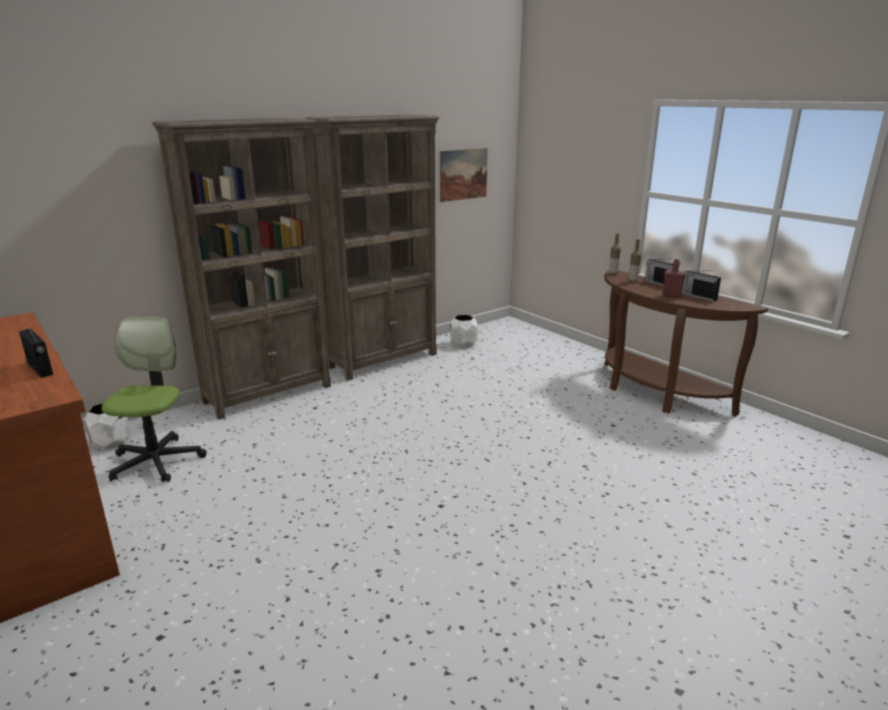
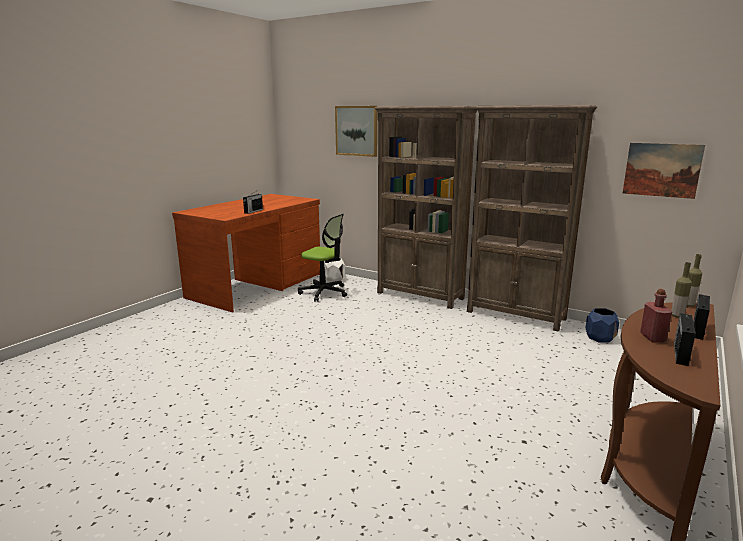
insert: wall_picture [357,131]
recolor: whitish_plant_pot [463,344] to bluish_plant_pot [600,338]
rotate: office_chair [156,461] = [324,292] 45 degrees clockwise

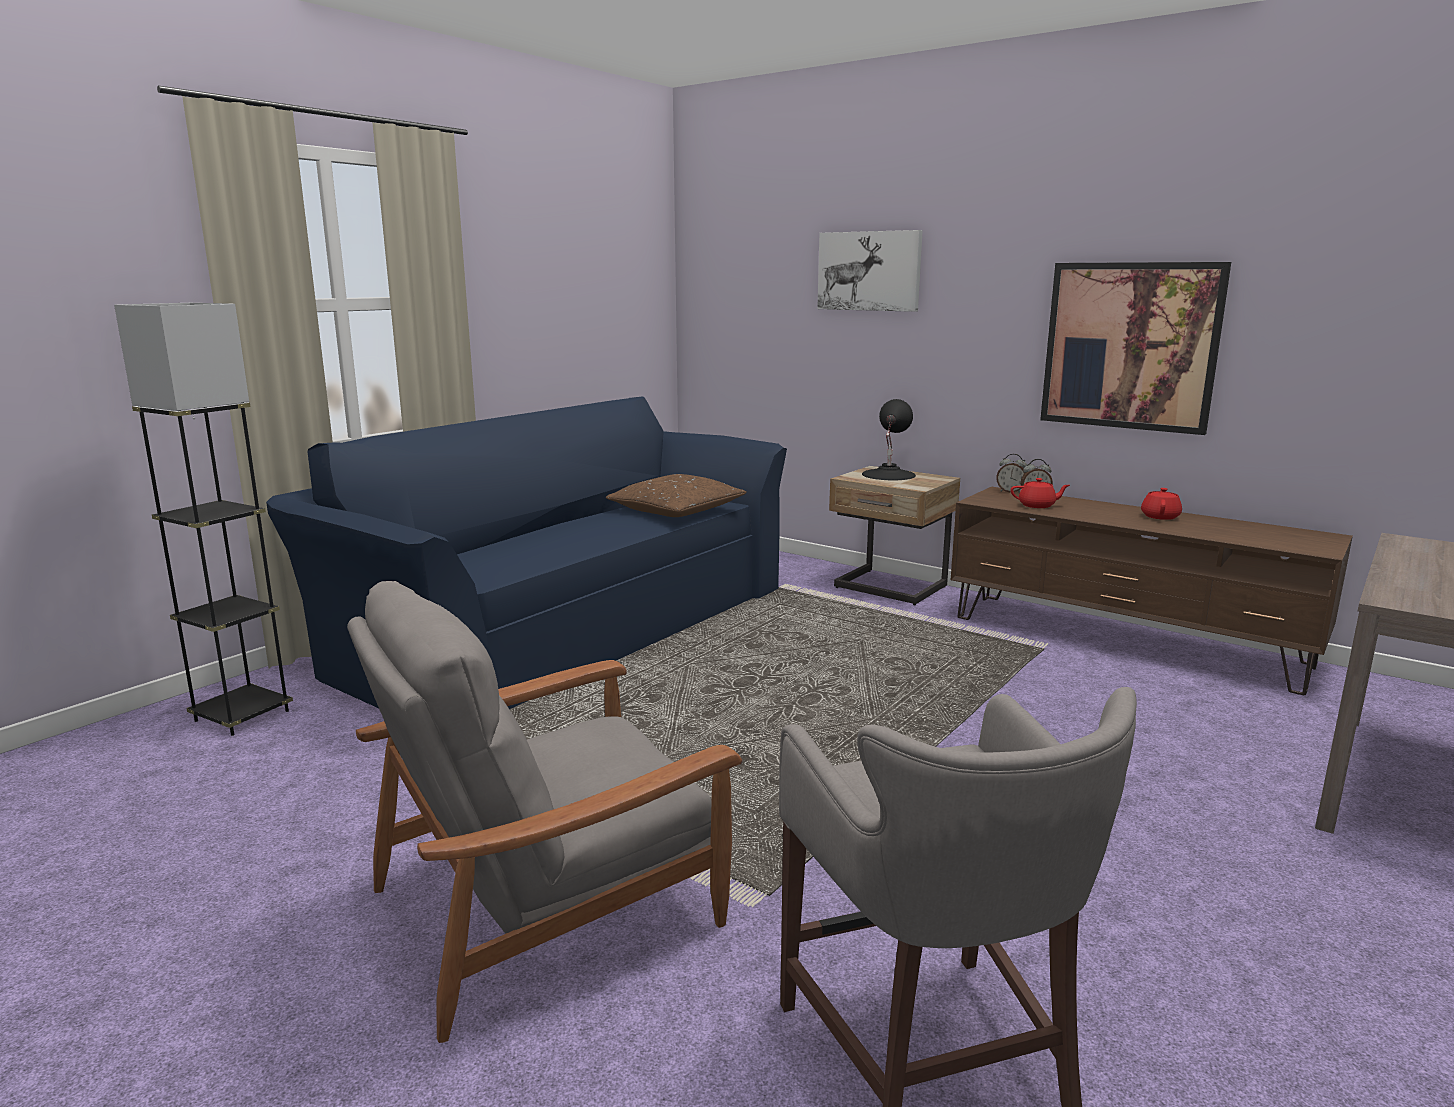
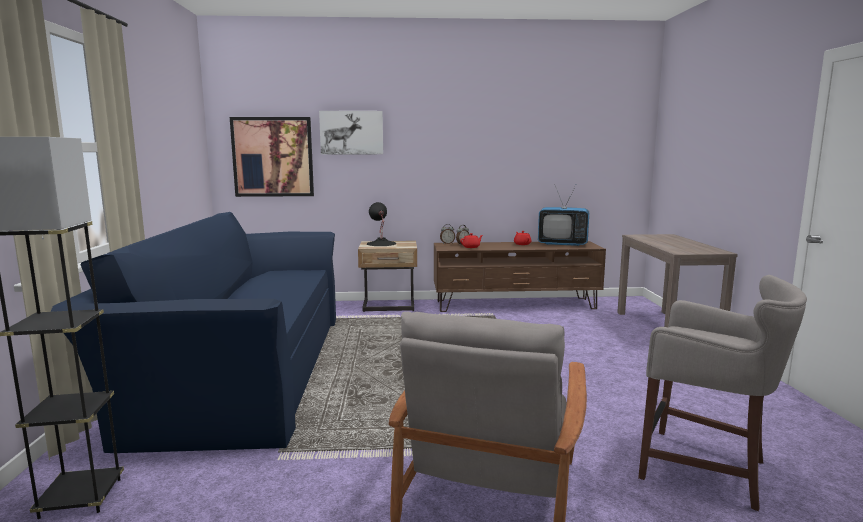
delete: brown_cushion [676,510]
insert: TV_set [562,244]
move: wall_picture [1130,346] to [273,157]

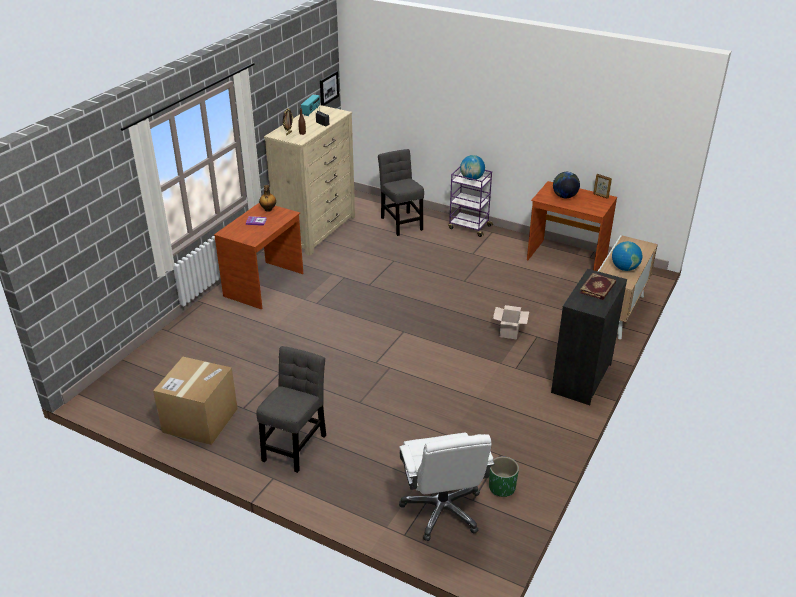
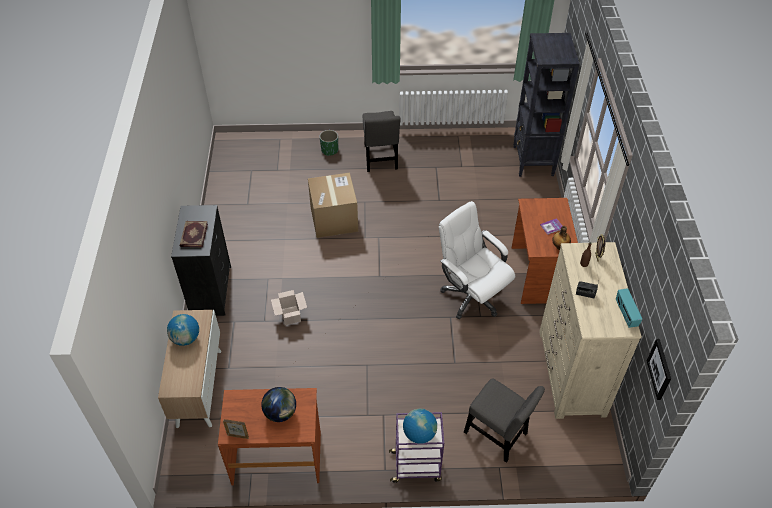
insert: black-coloured_shelving_unit [533,161]
move: packing_box [200,420] to [334,219]; whitish_office_chair [442,510] to [471,296]; green_plant_pot [502,487] to [329,150]

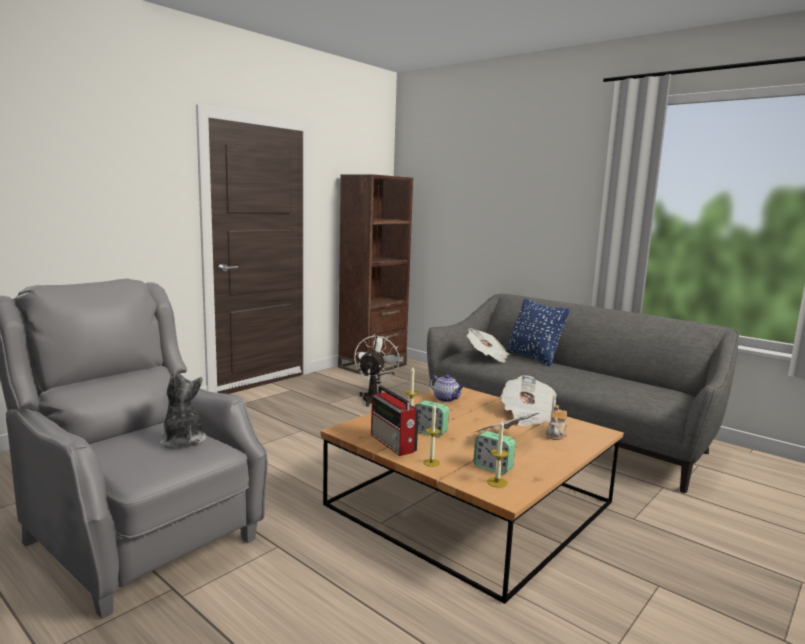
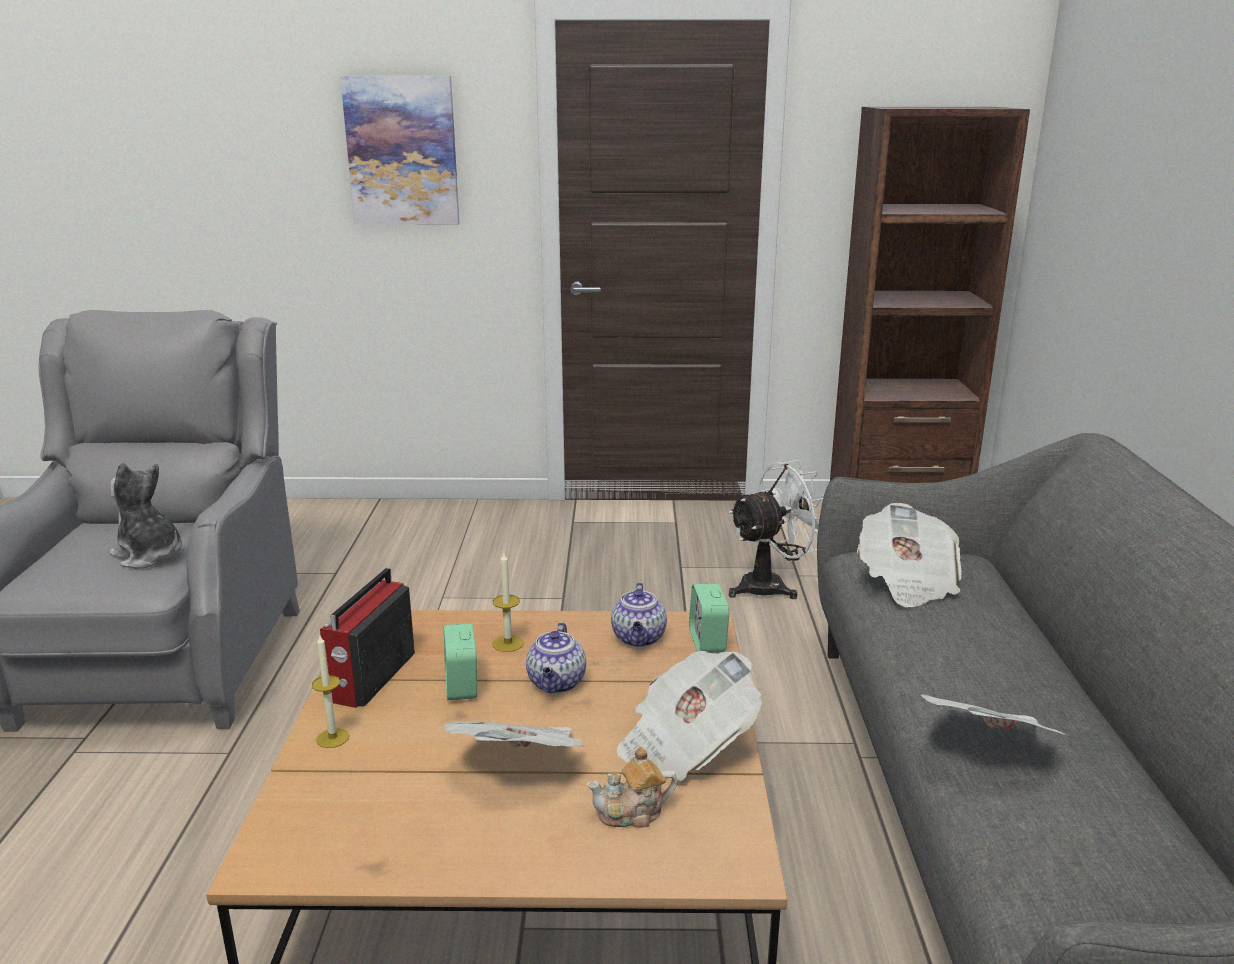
delete: candle [497,482]; bluish_cushion [533,358]
insert: wall_picture [402,151]; tea_pot [557,683]; daily_paper [991,746]
move: table_clock [493,467] to [707,641]
rotate: plush_toy [182,440] = [150,555] 75 degrees counterclockwise

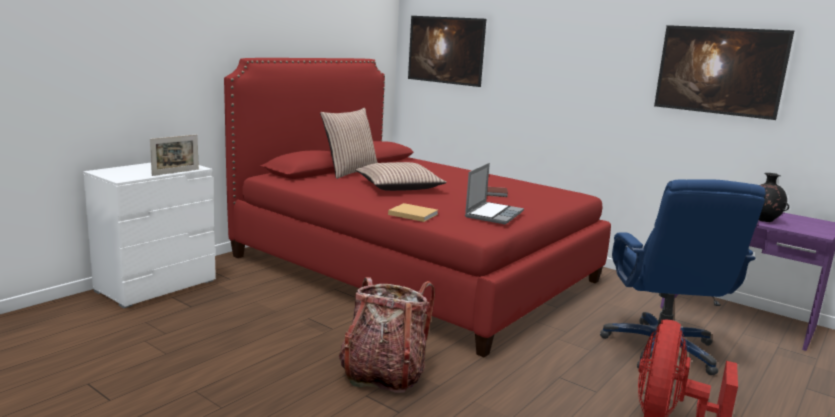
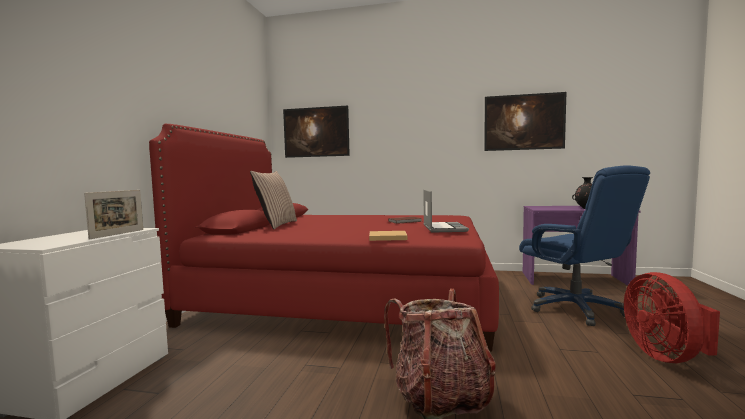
delete: cushion [399,187]

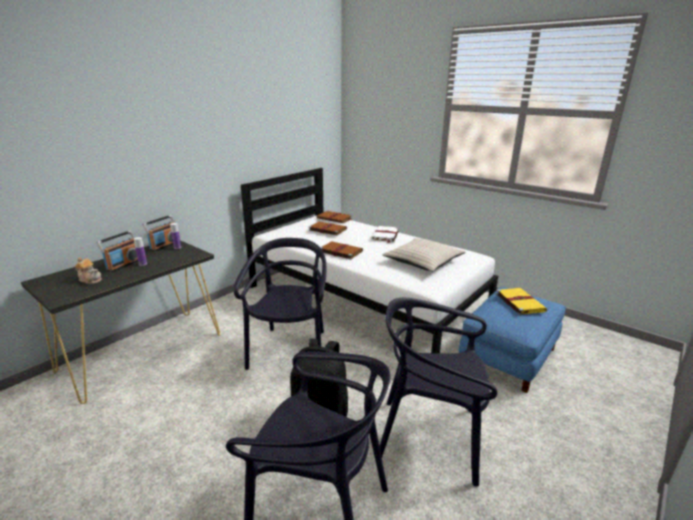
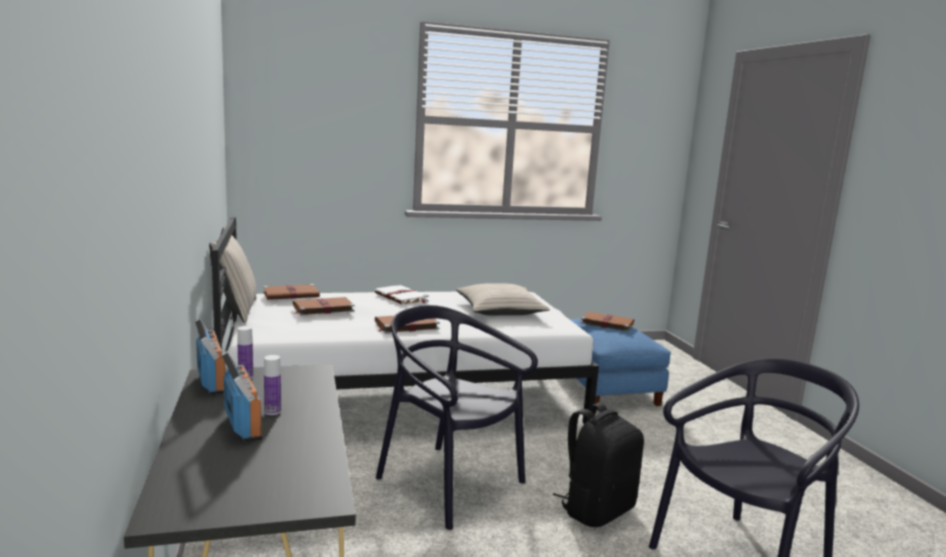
delete: tea_pot [90,279]; black-coloured_plain_chair [430,436]
insert: sand-coloured_cushion [235,311]
recolor: yellow-coloured_volume [519,302] to brown_volume [606,323]

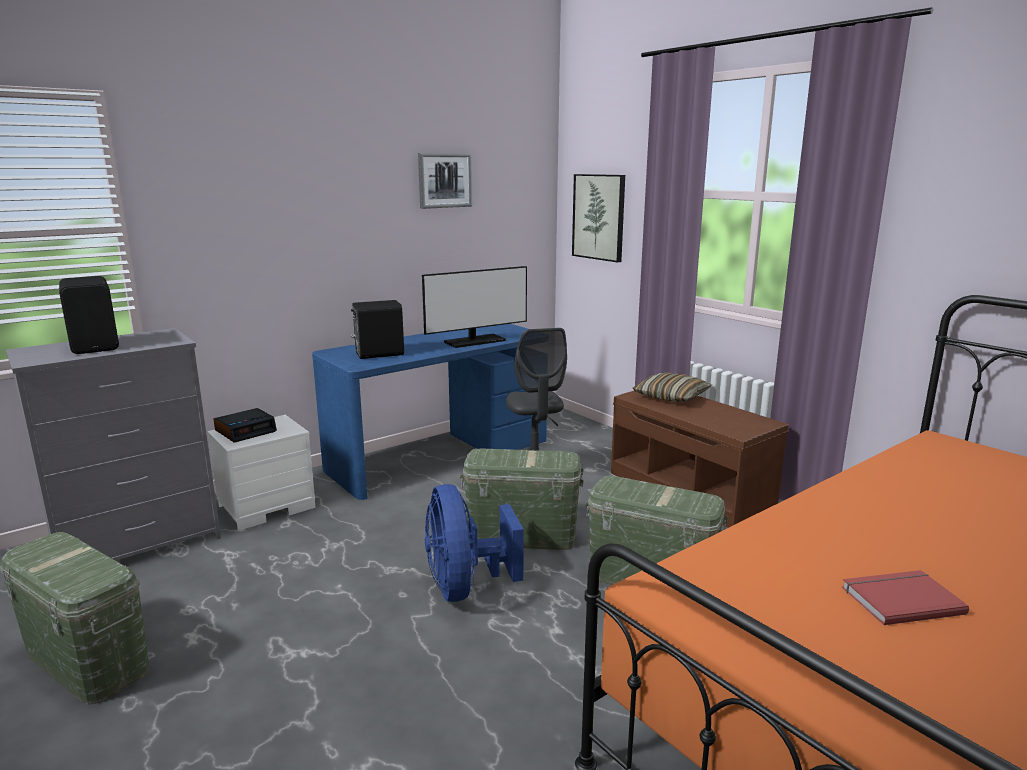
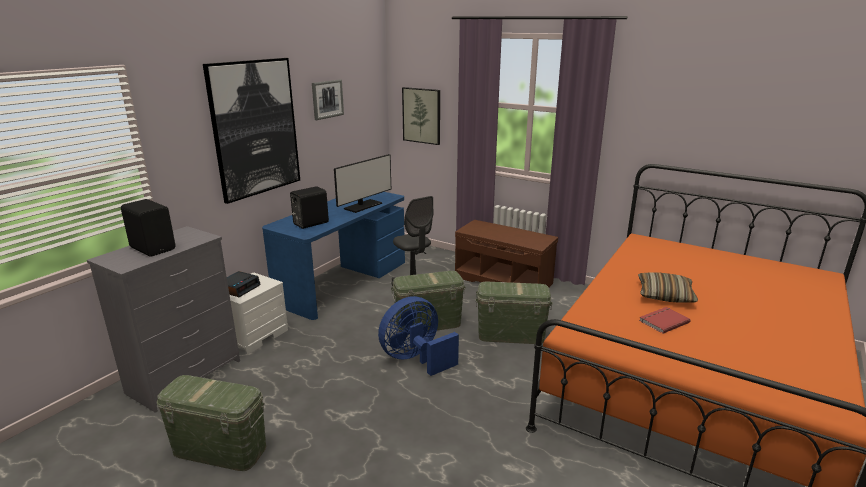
insert: wall_picture [255,128]
move: cushion [671,397] to [665,295]
rotate: bluish_cooling_fan [465,587] = [416,359] 90 degrees clockwise

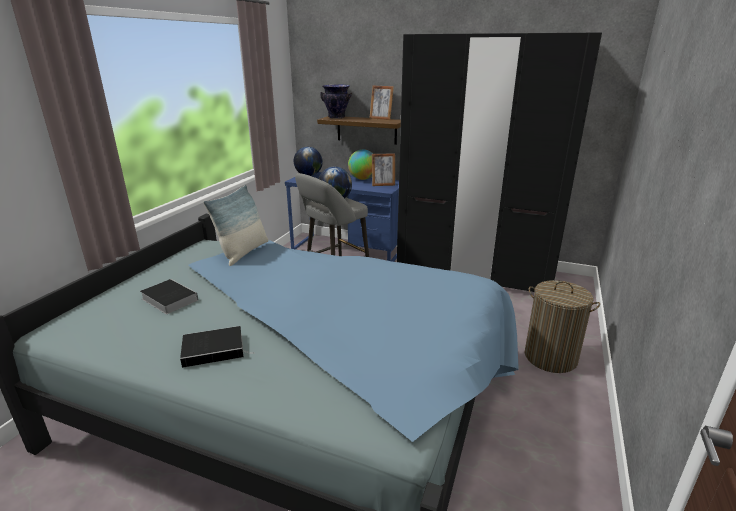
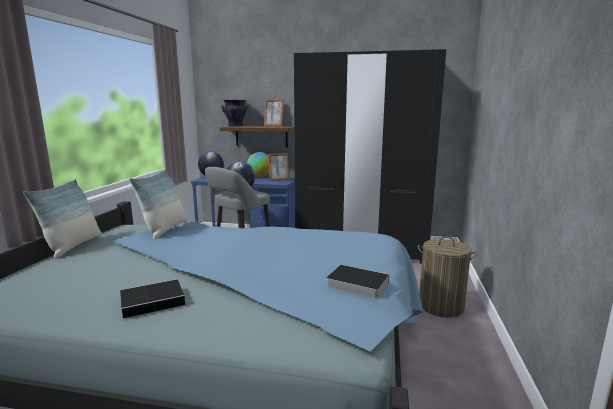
insert: cushion [73,246]
move: volume [168,299] to [355,284]

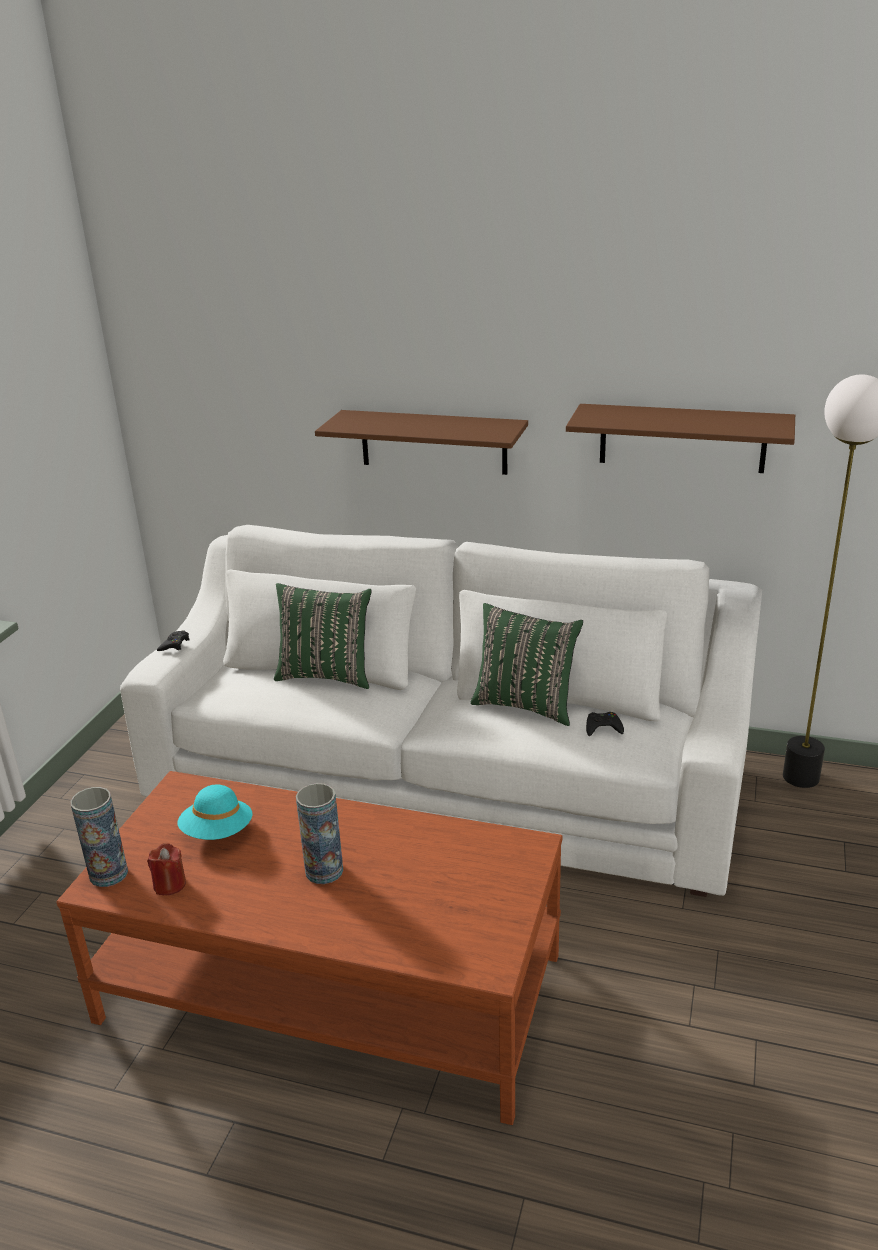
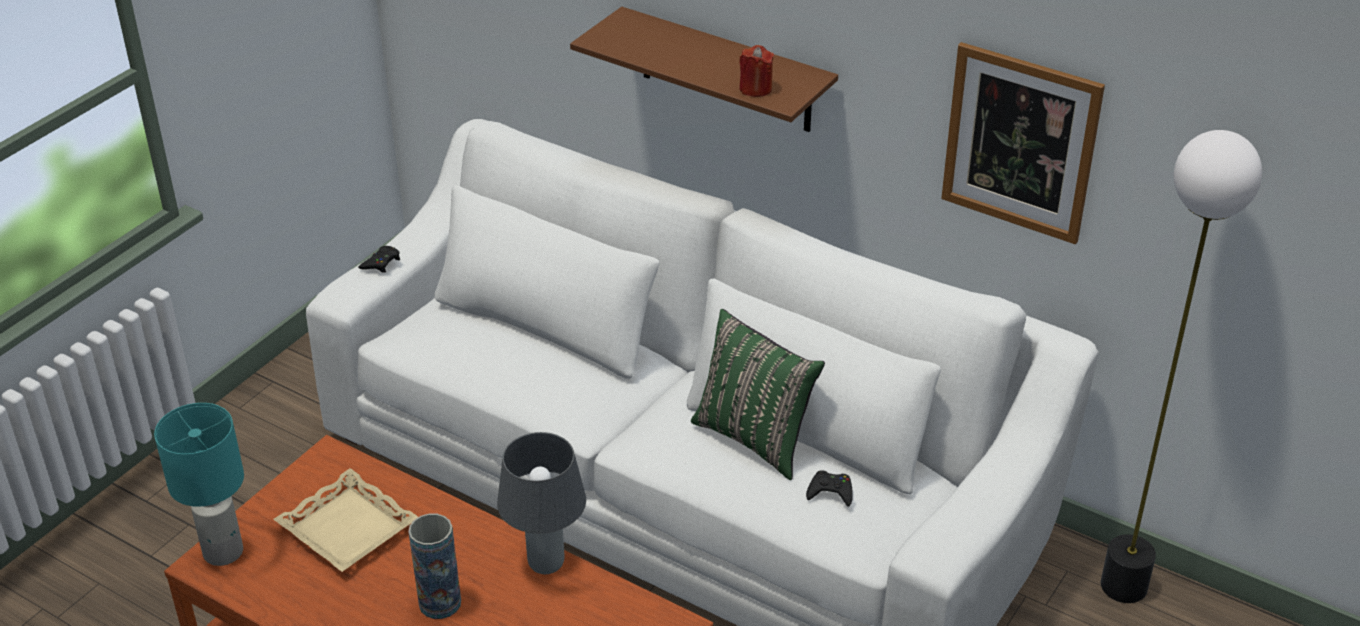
delete: green_cushion [326,675]
insert: gray_tabletop_lamp [547,563]
move: reddish_candle [169,884] to [755,89]
replace: vase [108,874] to turquoise_tabletop_lamp [223,551]; turquoise_hat [218,832] to sand-coloured_serving_tray [348,528]; brown_shelf [682,438] to wall_picture [1020,143]

